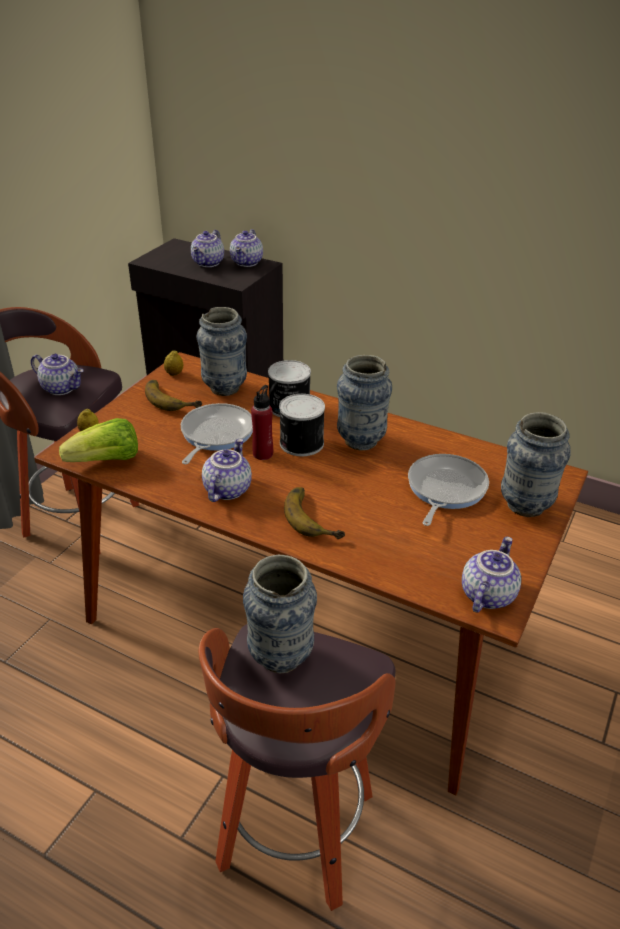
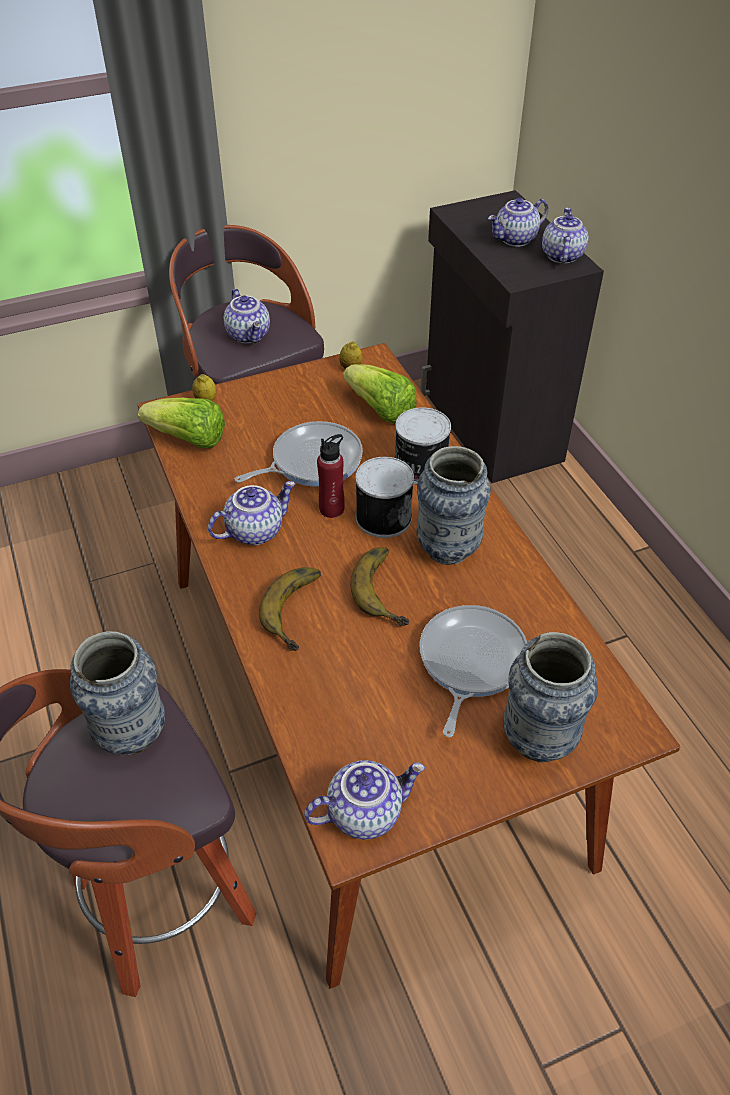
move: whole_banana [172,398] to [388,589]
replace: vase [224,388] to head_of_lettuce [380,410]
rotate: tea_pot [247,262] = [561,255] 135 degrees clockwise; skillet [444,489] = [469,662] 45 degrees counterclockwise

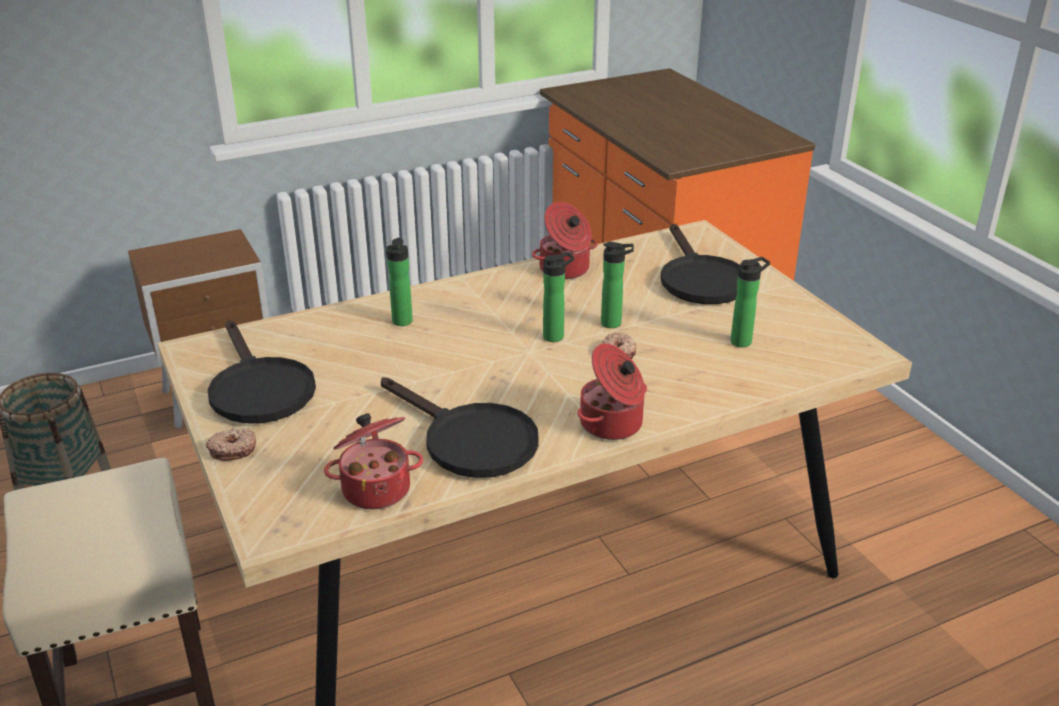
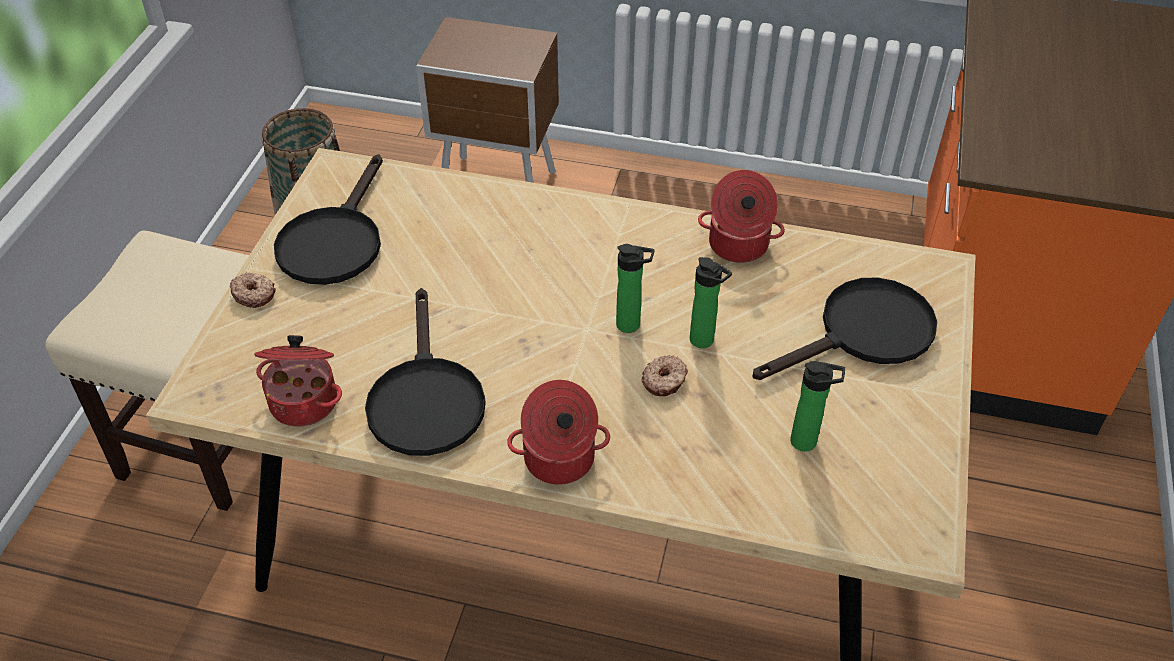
delete: bottle [401,323]
rotate: black-coloured_skillet [699,279] = [863,334] 150 degrees counterclockwise

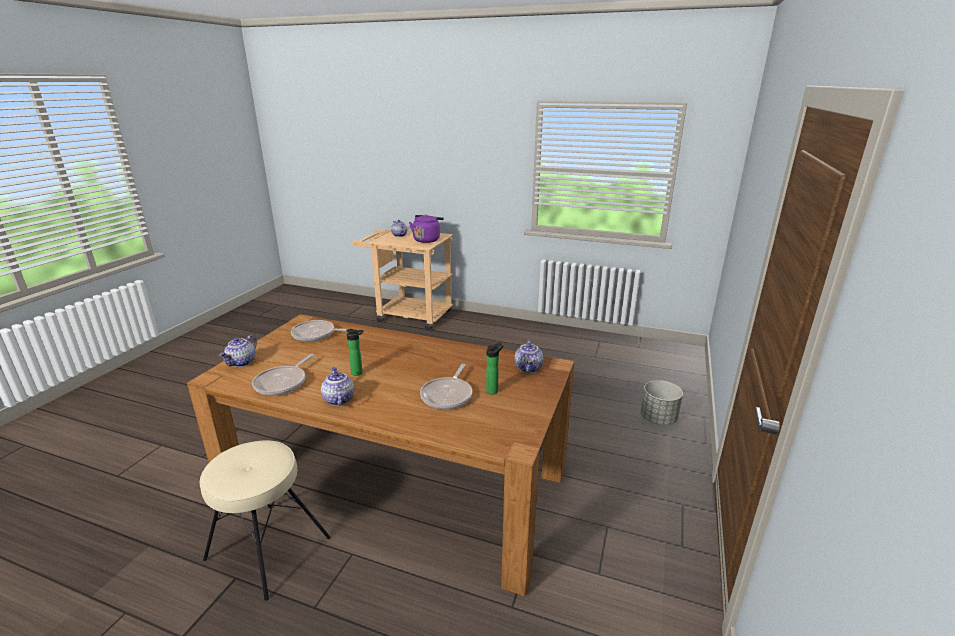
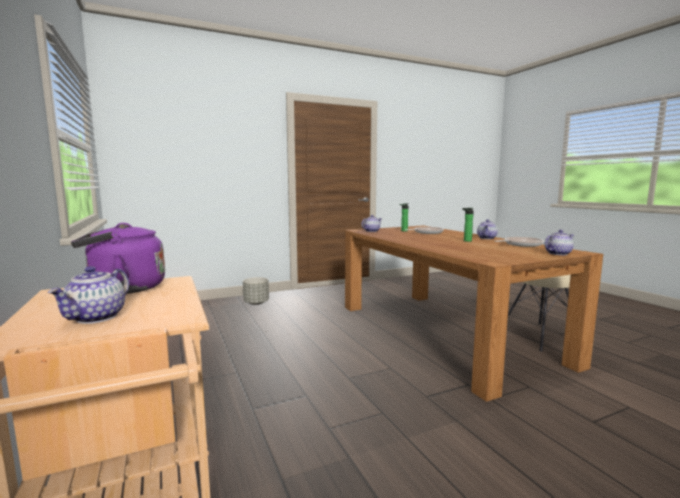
delete: skillet [316,334]

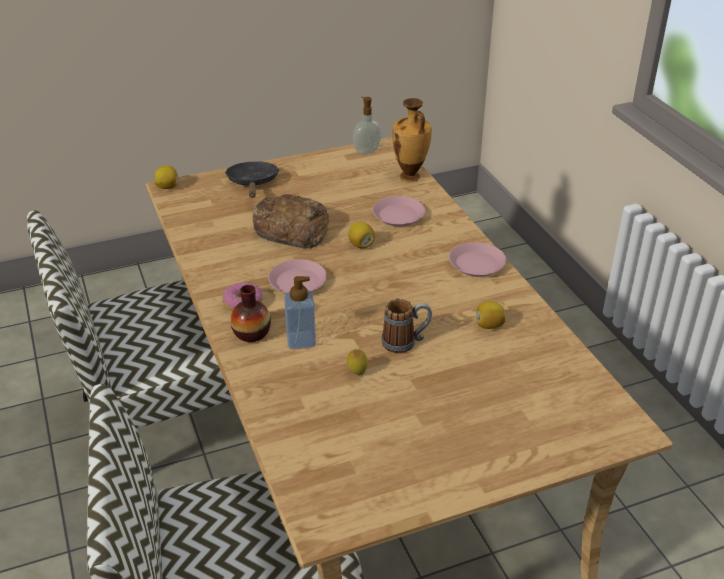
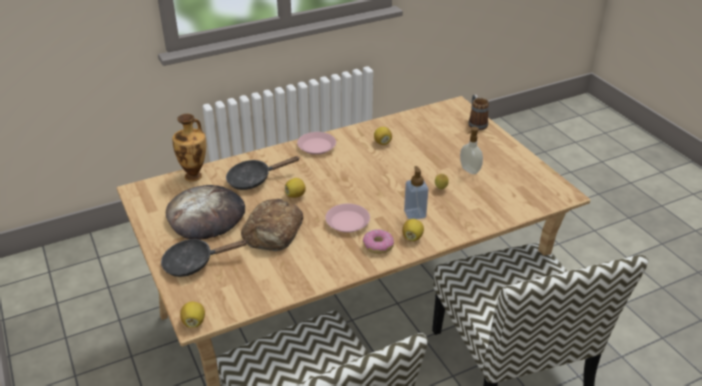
insert: bakery_bread [206,216]
move: soap_bottle [366,151] to [469,170]; coffee_mug [405,342] to [476,123]
replace: vase [251,333] to citrus_fruit [412,237]; pinkish_flat_dish [399,215] to black-coloured_skillet [253,179]

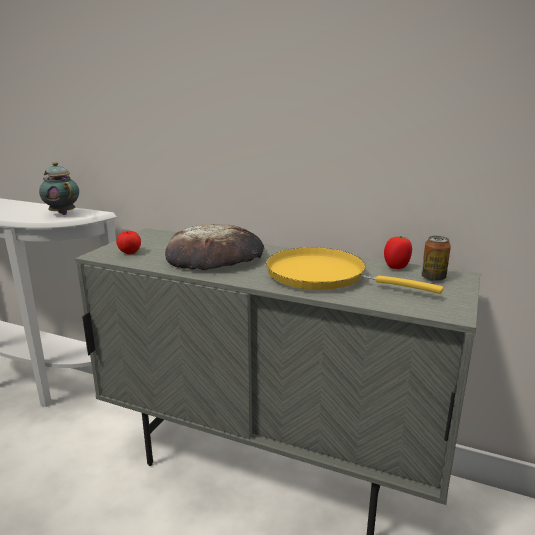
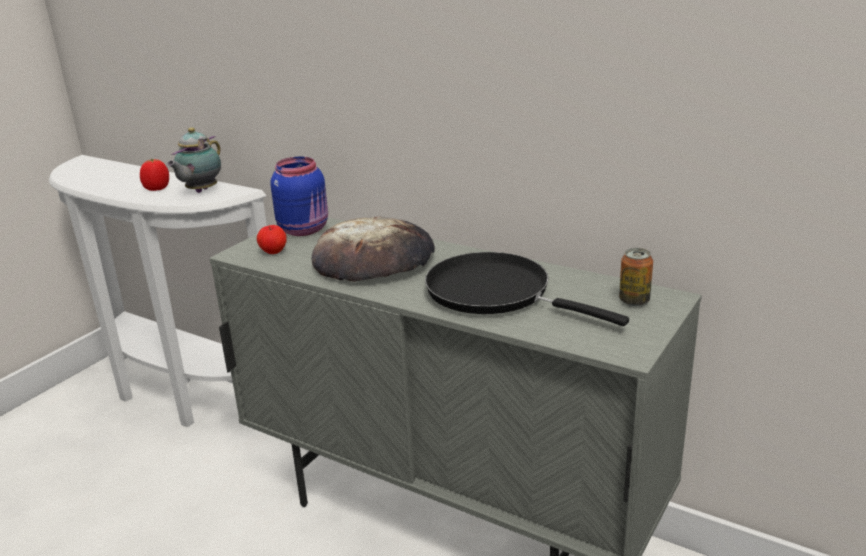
insert: bluish_jar [305,229]
move: whole_tomato [396,267] to [157,189]
recolor: yellow-coloured_skillet [323,276] to black-coloured_skillet [496,293]
rotate: tea_pot [62,213] = [200,191] 120 degrees counterclockwise

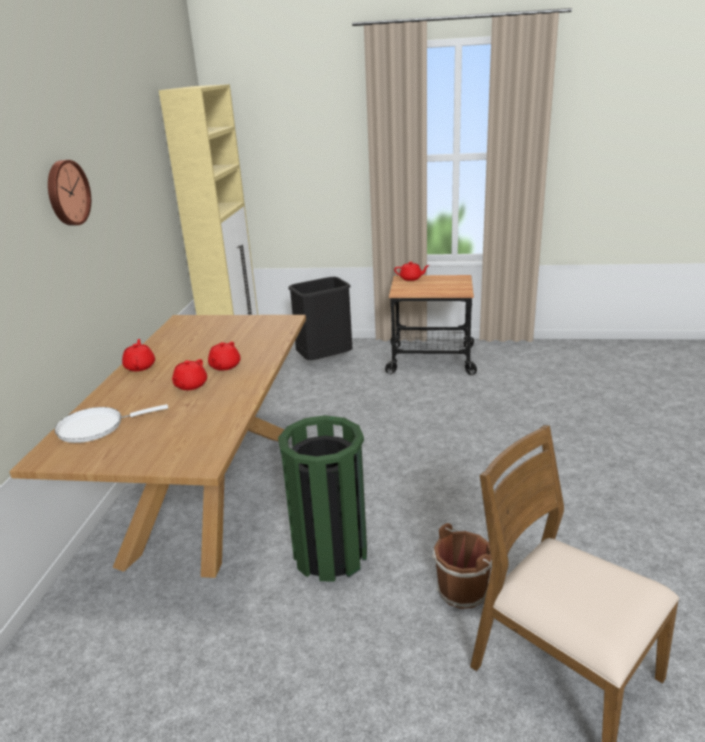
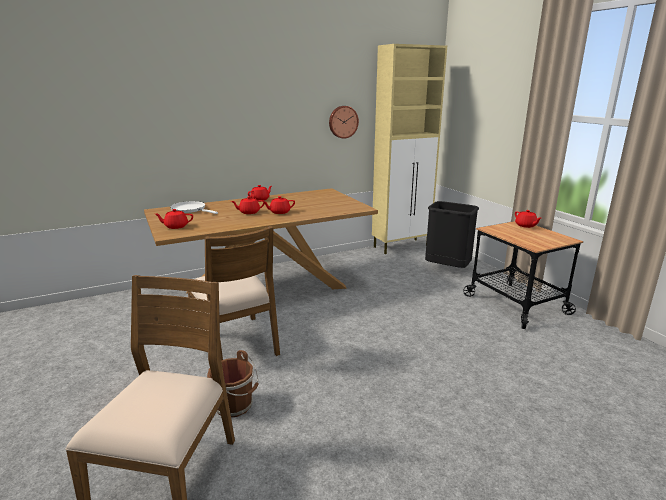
insert: reddish_tea_pot [175,226]
move: wall_clock [66,193] to [343,122]
replace: green_rubbish_bin [330,554] to brown_plain_chair [236,343]

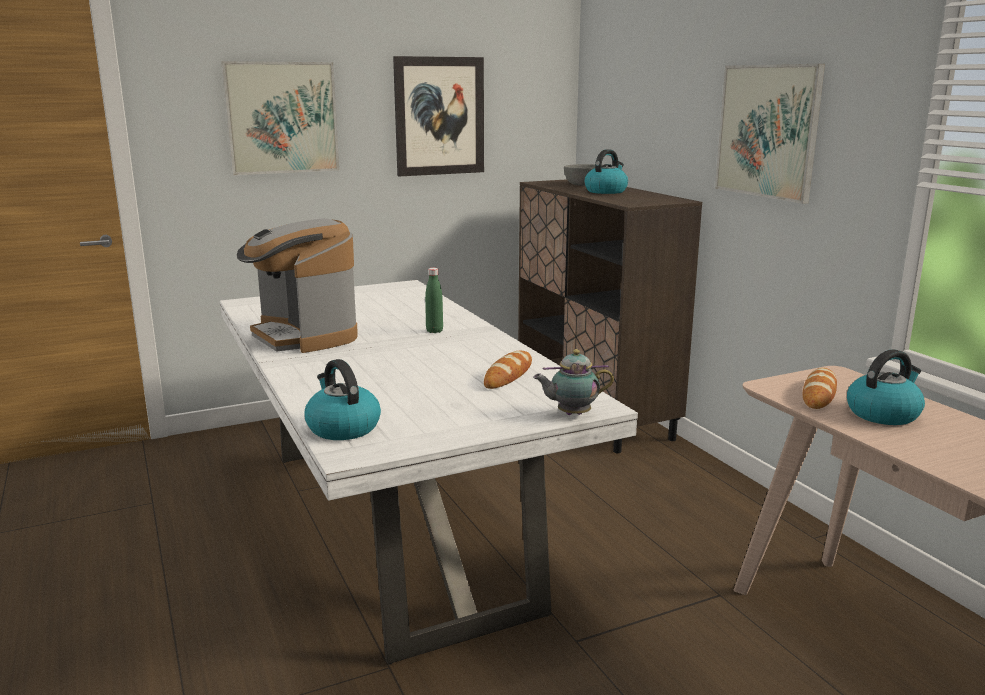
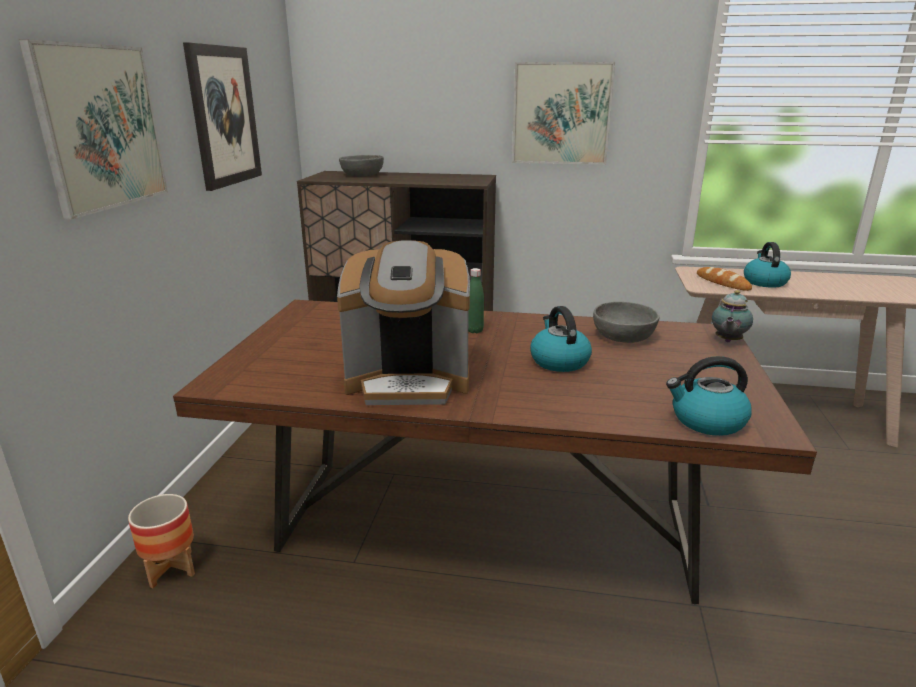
insert: plant_pot [171,569]
move: tea_kettle [606,191] to [558,361]
replace: bakery_bread [508,375] to gray_deep_dish [623,336]
recolor: whitish_kitchen_table [395,526] to brown_kitchen_table [487,526]

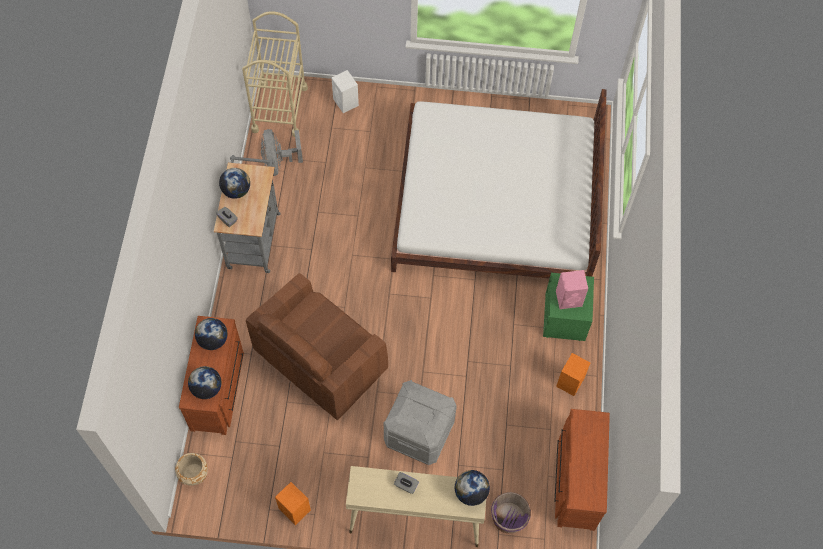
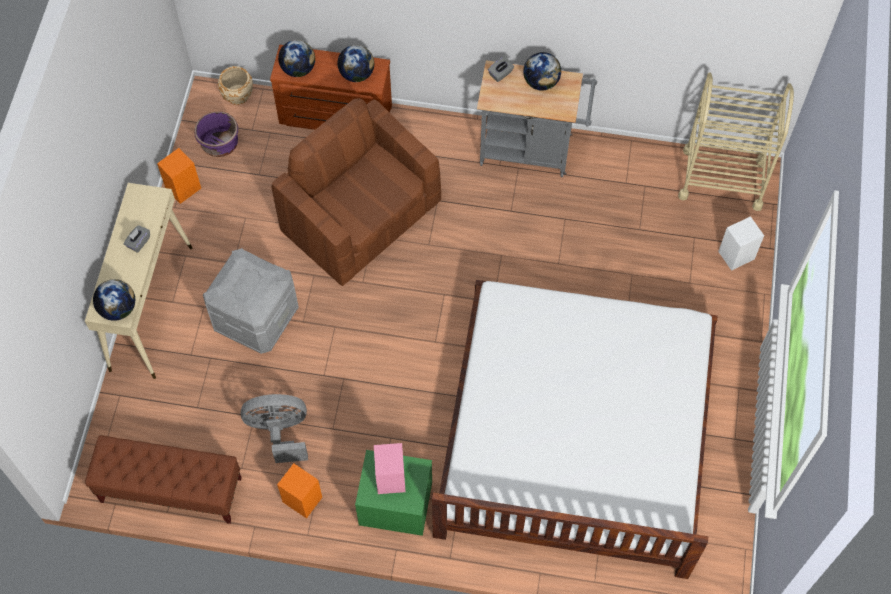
move: gray_cooling_fan [279,163] to [280,432]; purple_plant_pot [508,518] to [220,144]
replace: brown_dresser [575,480] to brown_bench [171,490]

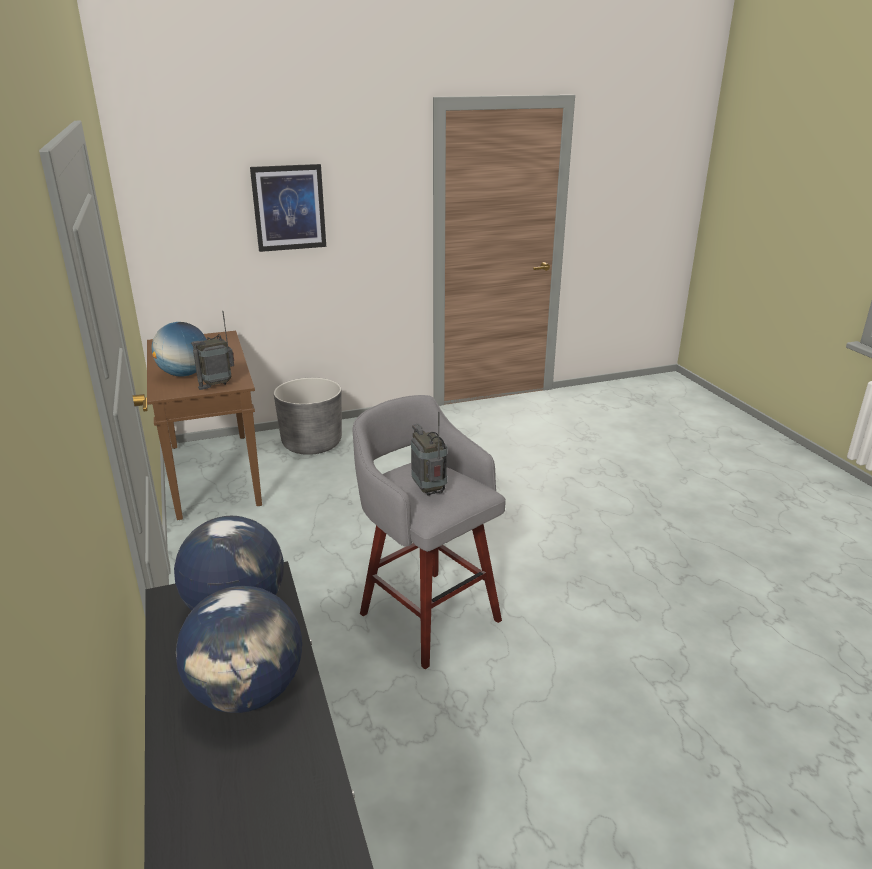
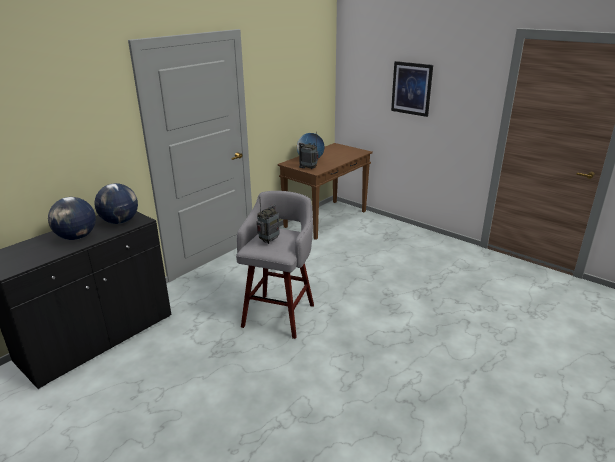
delete: gray_plant_pot [312,443]

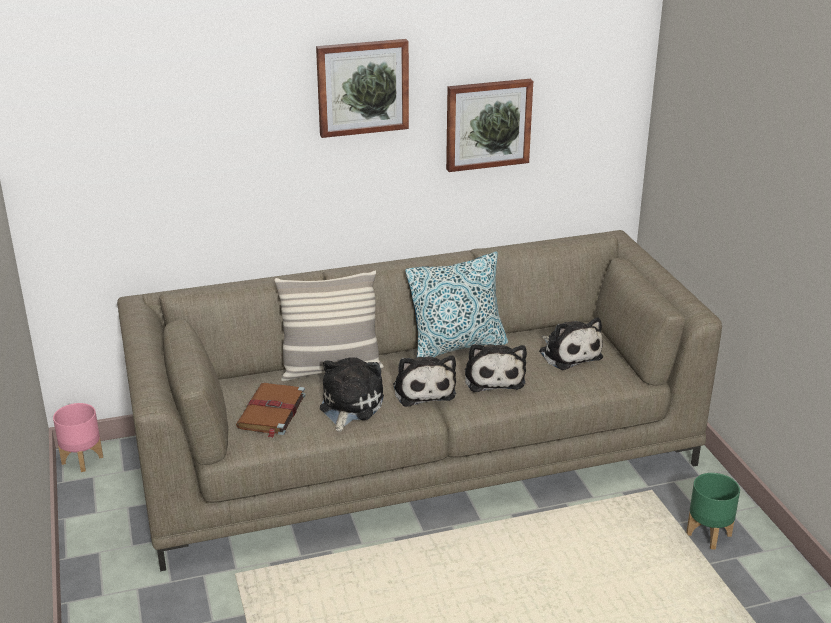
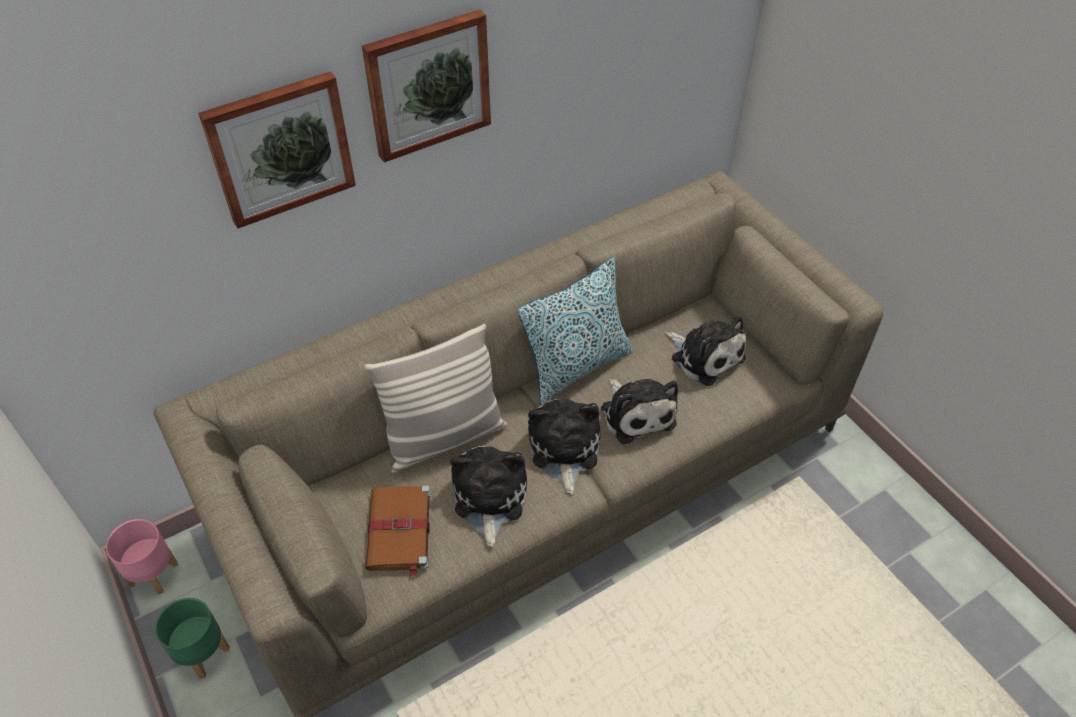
move: wall_picture [487,124] to [280,148]; green_plant_pot [709,534] to [203,652]
rotate: plush_toy [423,390] = [563,450] 150 degrees counterclockwise

